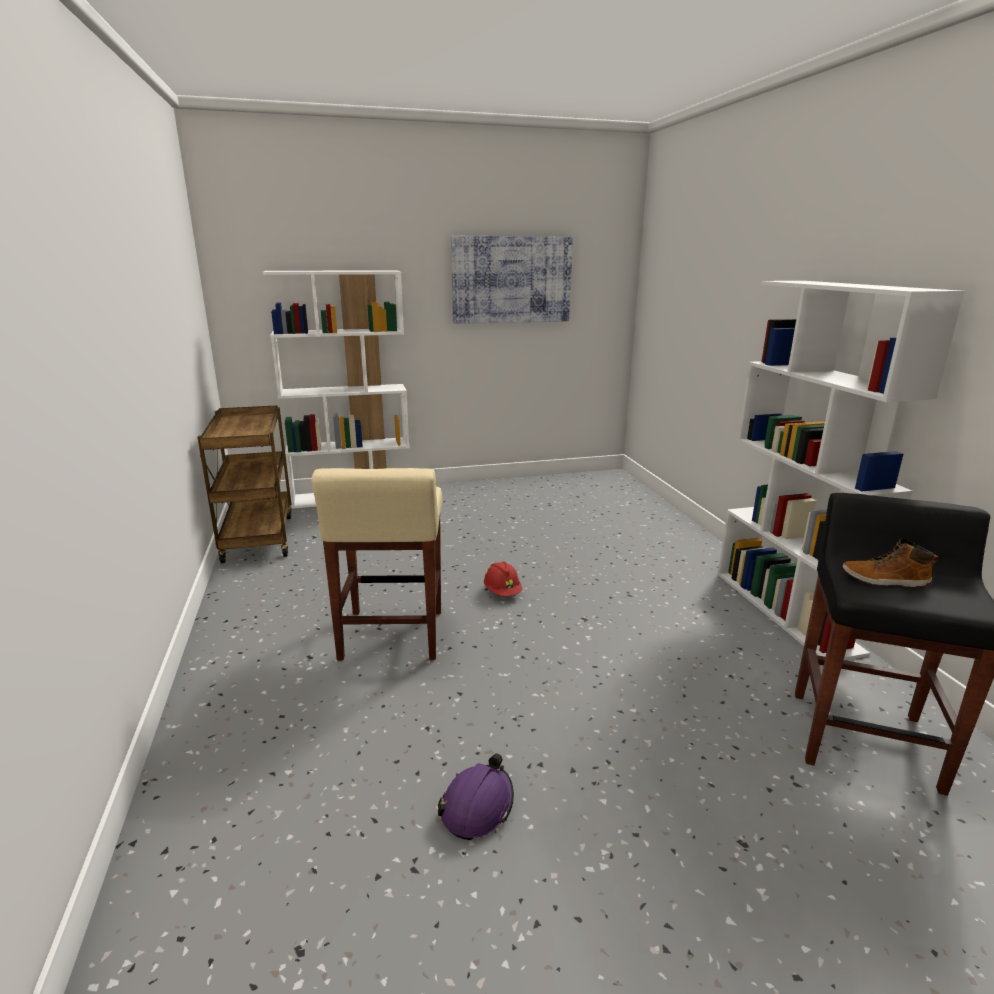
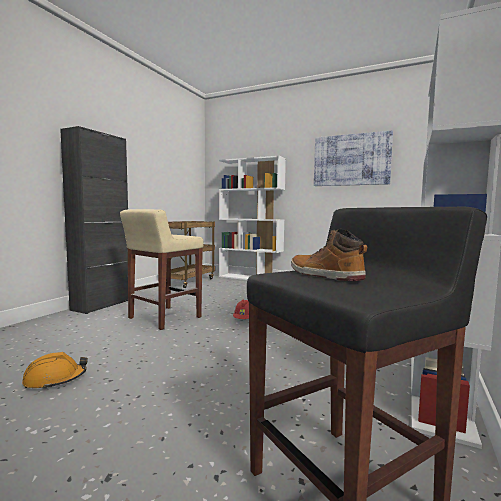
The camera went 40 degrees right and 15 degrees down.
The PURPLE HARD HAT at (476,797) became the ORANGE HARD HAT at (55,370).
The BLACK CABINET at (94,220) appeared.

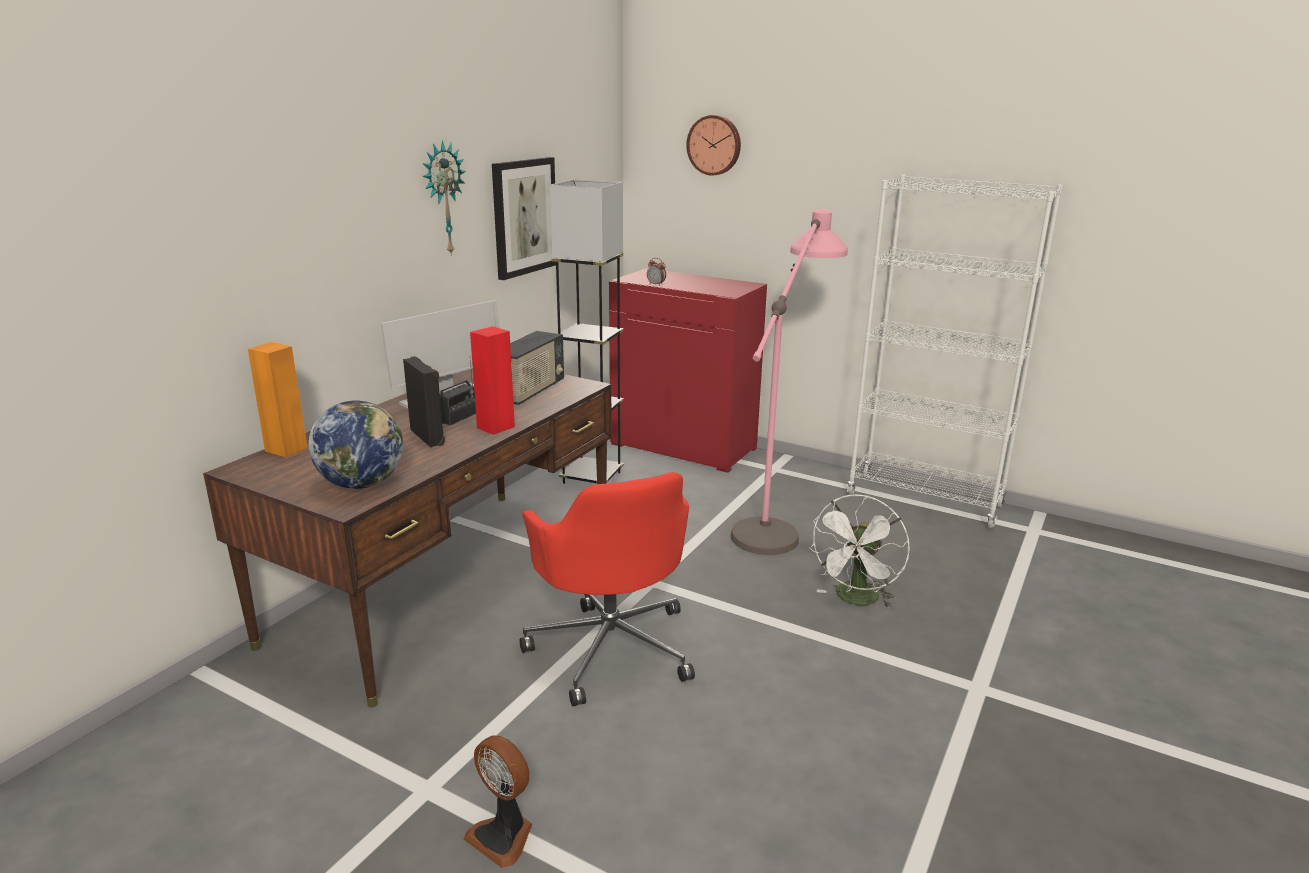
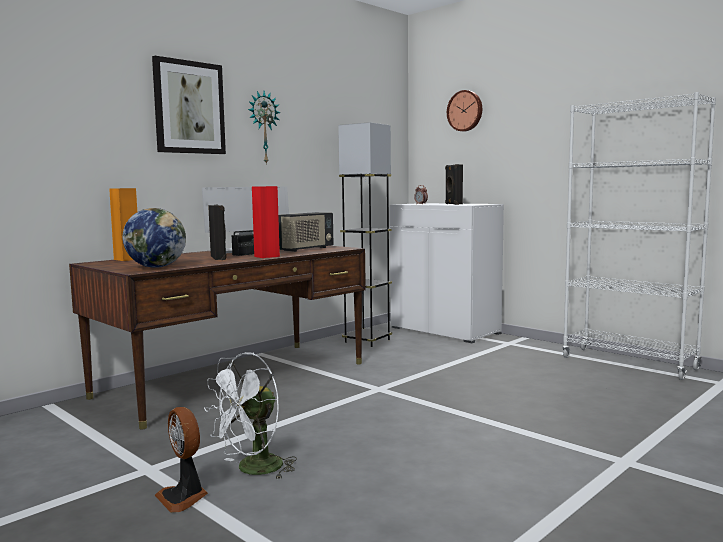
The camera went 15 degrees right and 15 degrees down.
The PICTURE moved from (524,218) to (189,105).
The RED OFFICE CHAIR at (607,589) disappeared.
The RED CABINET at (688,370) became the WHITE CABINET at (447,273).
The PINK FLOOR LAMP at (789,382) disappeared.
The WHITE FAN moved from (859,551) to (250,416).
The BLACK SPEAKER at (454,184) appeared.

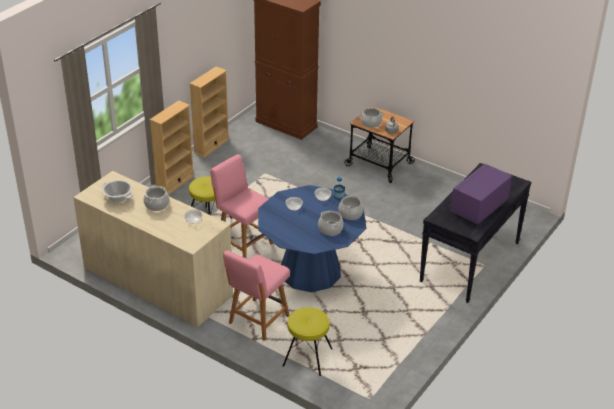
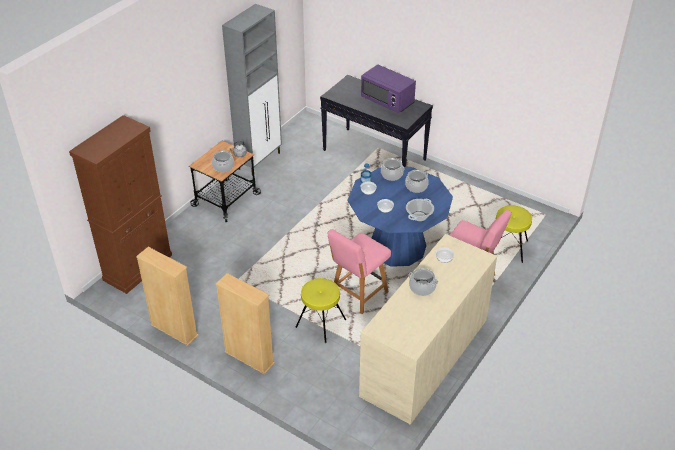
The camera went 90 degrees left and 5 degrees up.
The COOKING POT moved from (117,191) to (420,210).
The GREY CABINET at (252,90) appeared.

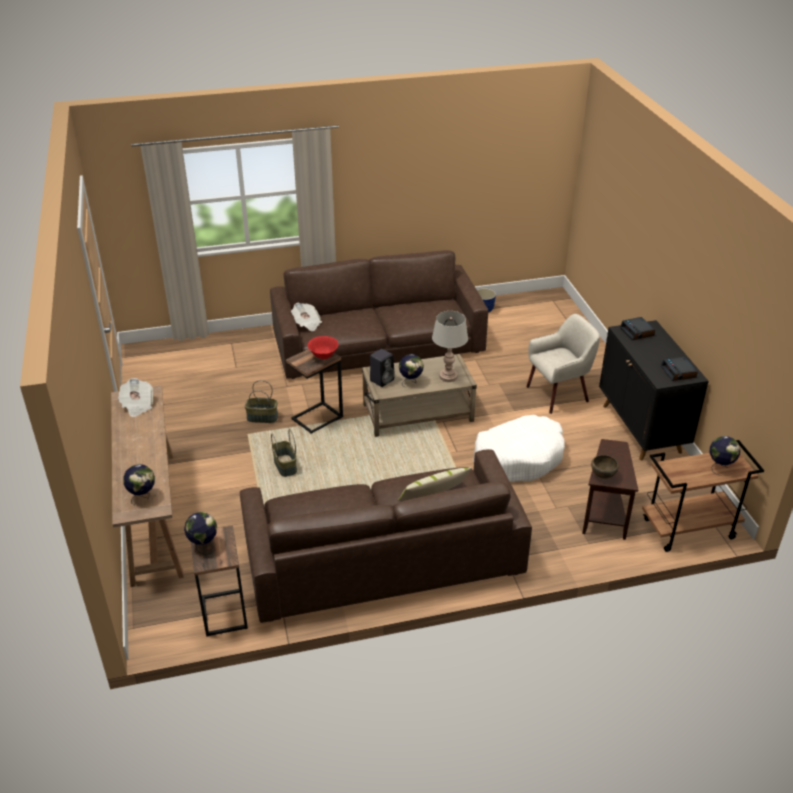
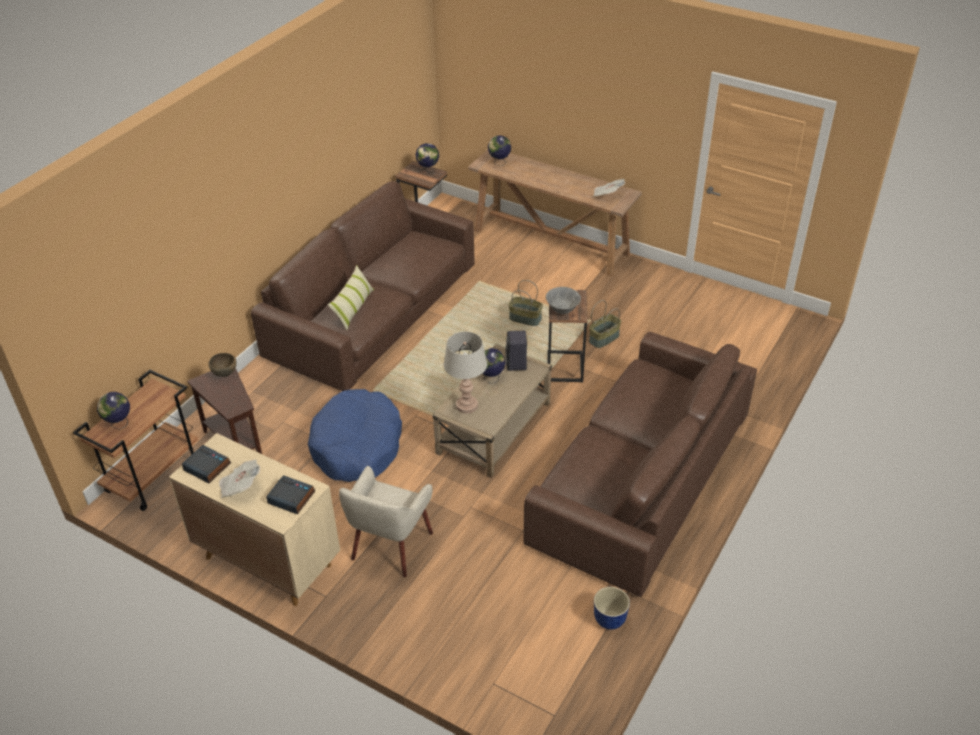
The camera went 135 degrees right and 5 degrees up.
The NEWSPAPER moved from (306,317) to (239,479).
The RED BOWL at (323,347) became the GREY BOWL at (563,300).
The WHITE DOG BED at (519,448) became the BLUE DOG BED at (355,435).
The BLACK CABINET at (654,390) became the BEIGE CABINET at (254,519).

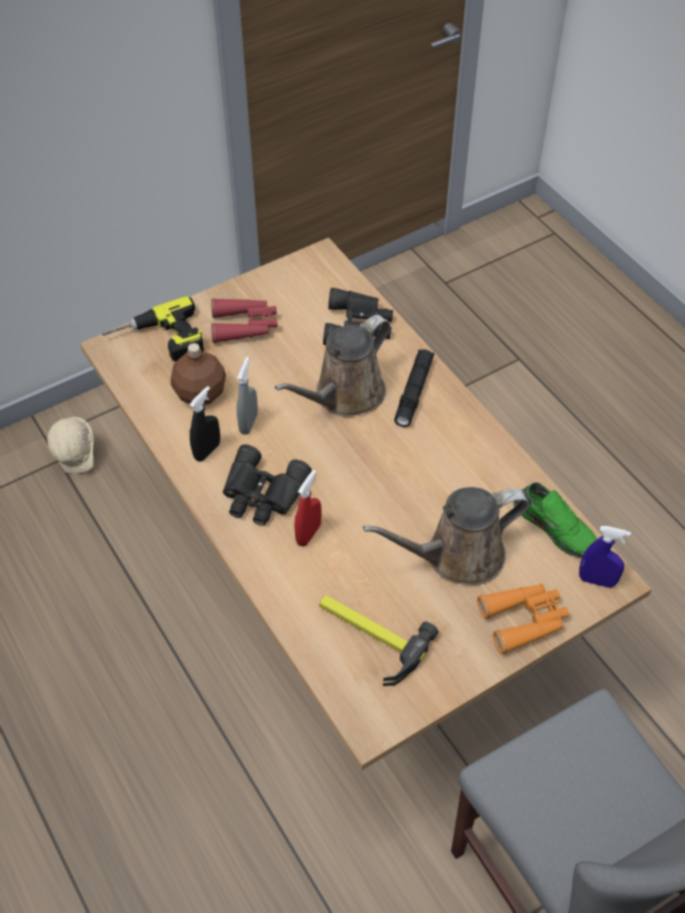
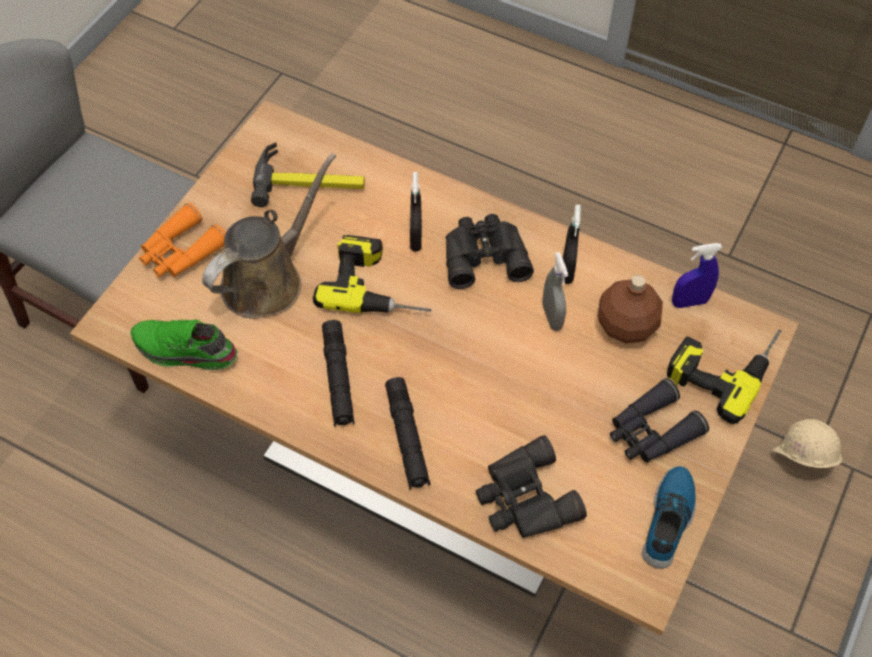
The camera went 150 degrees right and 5 degrees up.
The RED BINOCULARS at (244,321) became the BLACK BINOCULARS at (659,420).
The BROWN WATERING CAN at (332,366) disappeared.
The RED SPRAY BOTTLE at (308,508) became the BLACK SPRAY BOTTLE at (416,212).
The BLUE SPRAY BOTTLE moved from (605,557) to (697,275).
The POWER DRILL at (372,274) appeared.
The BLACK FLASHLIGHT at (338,373) appeared.
The SHOE at (669,517) appeared.

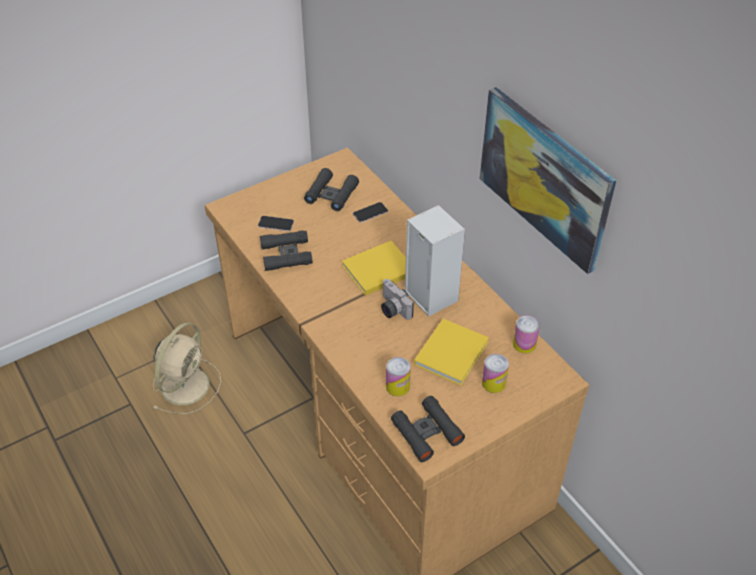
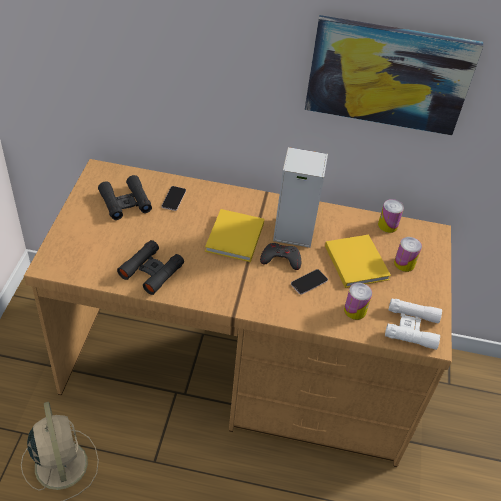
The camera went 50 degrees left and 0 degrees up.
The PHONE moved from (276,223) to (309,282).
The PHOTO CAMERA at (397,299) was replaced by the GREY GAME CONTROLLER at (280,256).
The BLACK BINOCULARS at (428,429) became the WHITE BINOCULARS at (413,324).

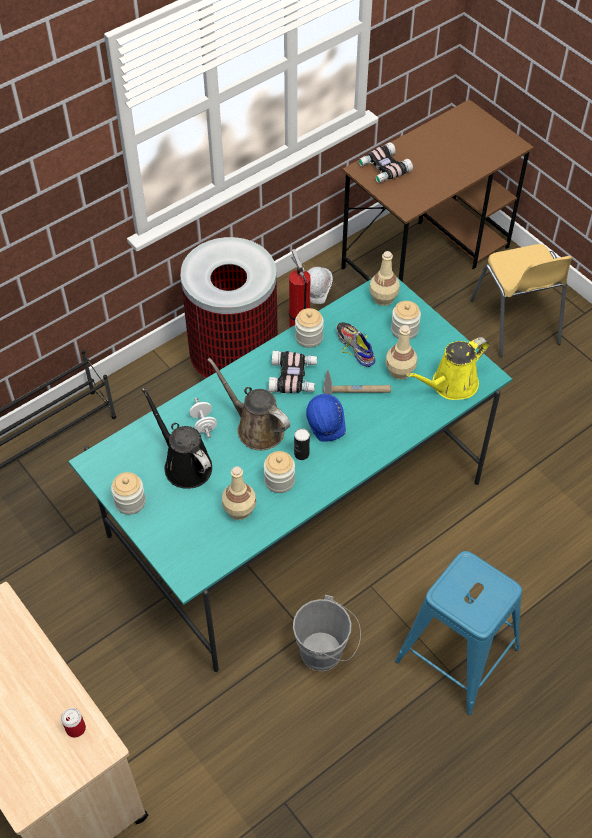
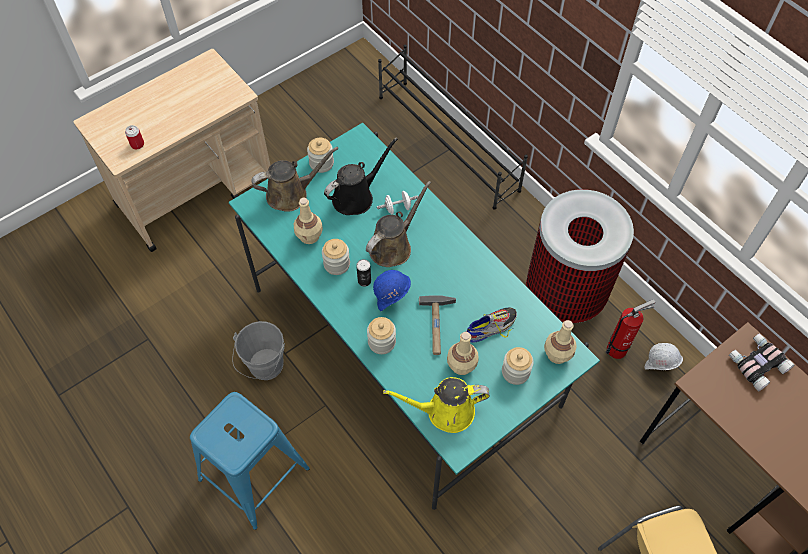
The camera went 90 degrees right and 5 degrees up.
The BINOCULARS at (293,372) disappeared.
The JAR moved from (309,328) to (381,335).
The YELLOW WATERING CAN at (448,368) turned 60 degrees counterclockwise.
The BROWN WATERING CAN at (294,179) appeared.

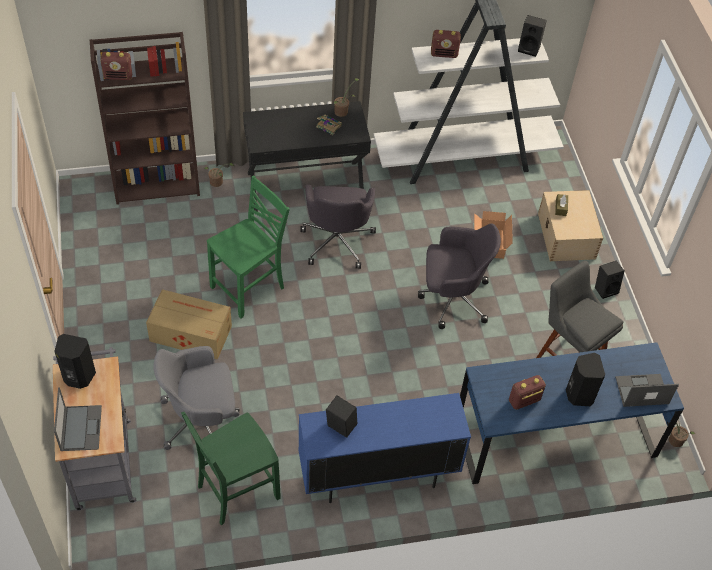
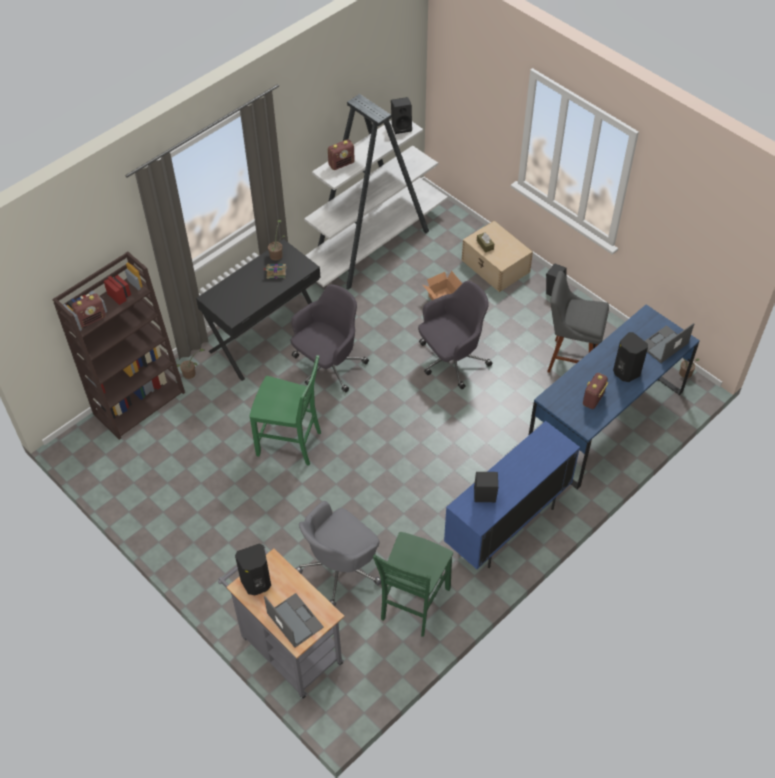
The camera went 30 degrees left and 0 degrees up.
The CARDBOARD BOX at (189,324) disappeared.
The GREEN CHAIR at (248,247) turned 90 degrees clockwise.
The GREY OFFICE CHAIR at (338,227) turned 105 degrees counterclockwise.

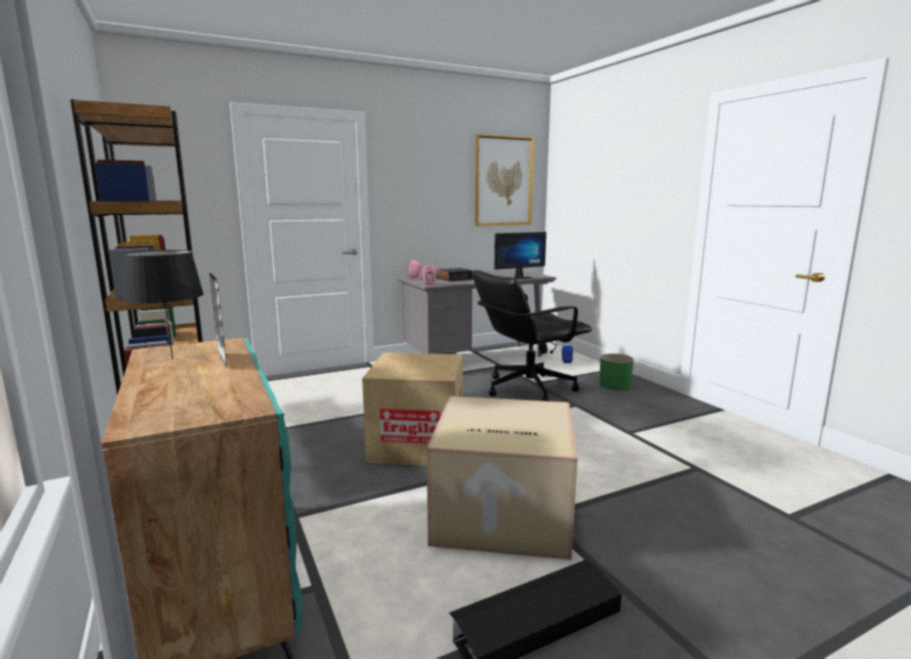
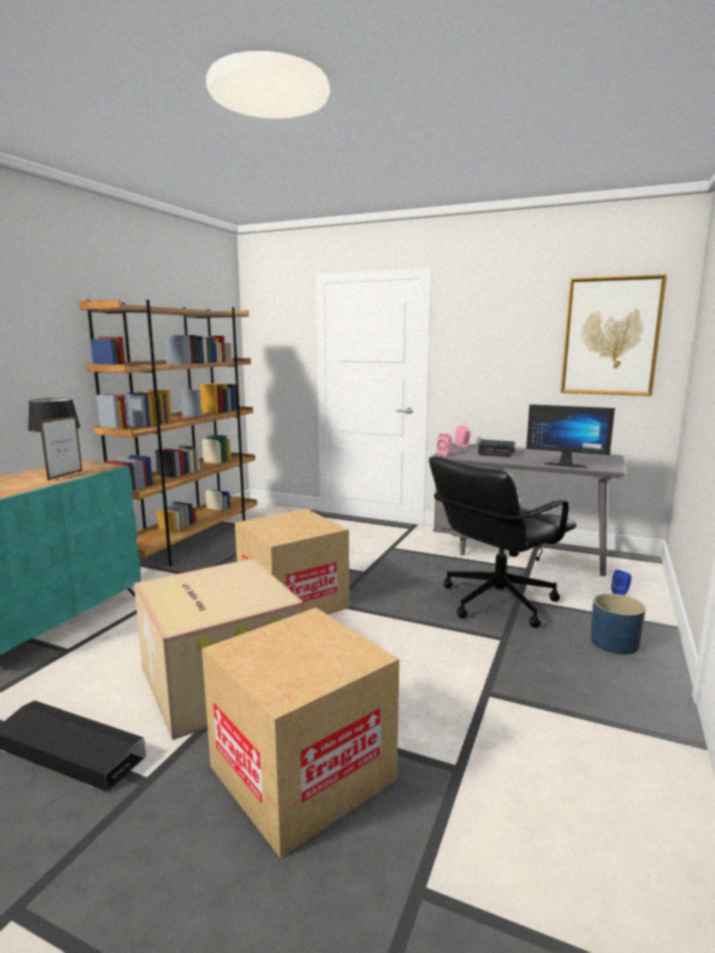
The camera went 50 degrees right and 0 degrees up.
The BLACK OFFICE CHAIR at (532,335) turned 60 degrees counterclockwise.
The GREEN PLANTER at (616,371) became the BLUE PLANTER at (618,623).
The CARDBOARD BOX at (300,733) appeared.

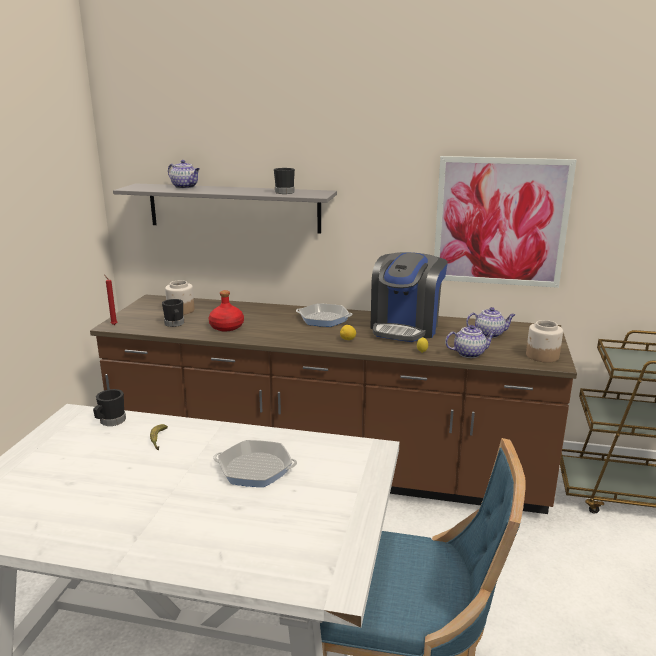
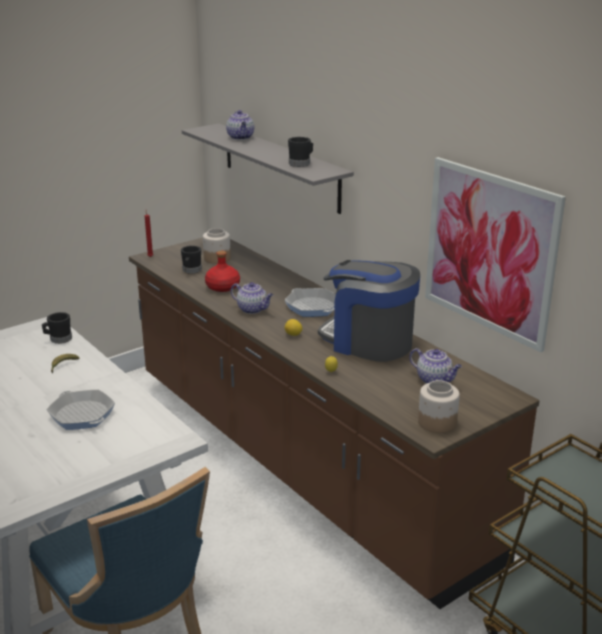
The camera went 40 degrees right and 5 degrees up.
The COFFEE MACHINE at (408,297) turned 60 degrees clockwise.
The TEAPOT moved from (470,341) to (252,298).

